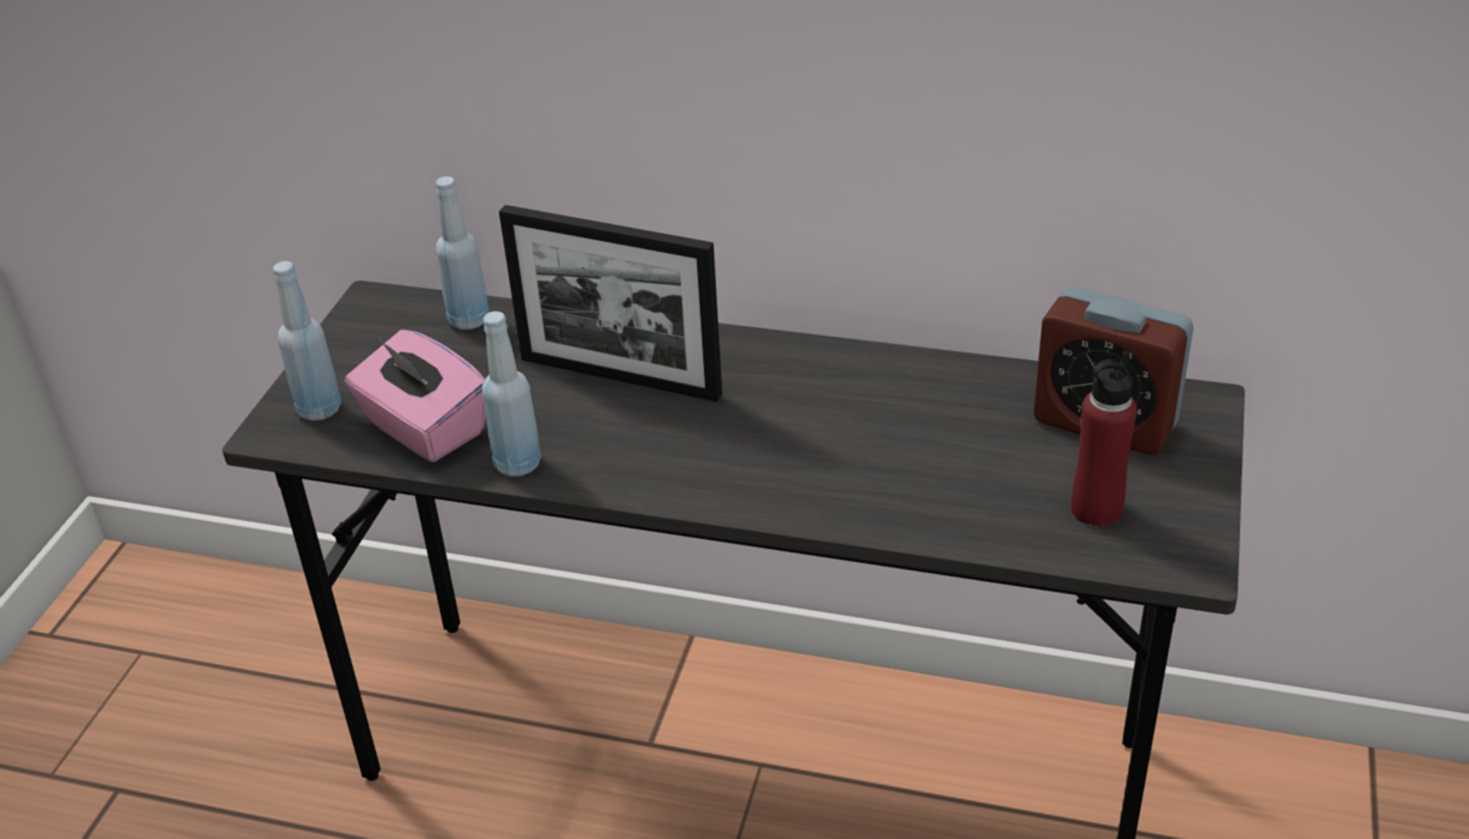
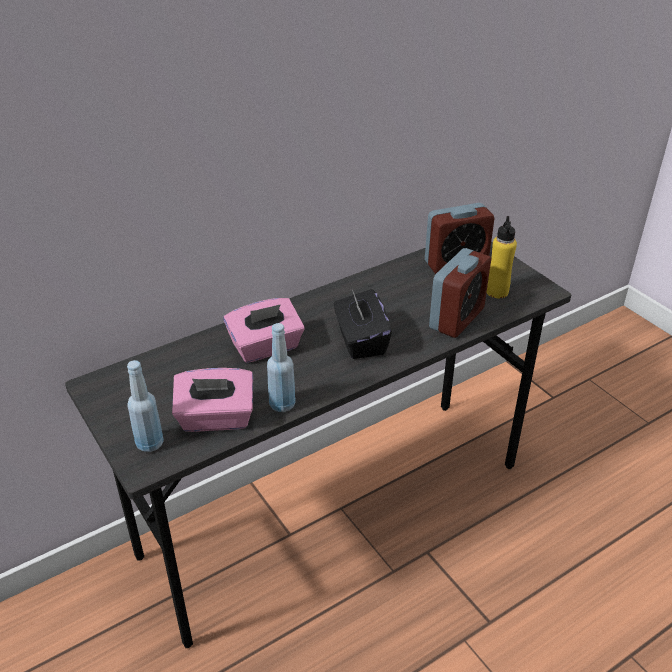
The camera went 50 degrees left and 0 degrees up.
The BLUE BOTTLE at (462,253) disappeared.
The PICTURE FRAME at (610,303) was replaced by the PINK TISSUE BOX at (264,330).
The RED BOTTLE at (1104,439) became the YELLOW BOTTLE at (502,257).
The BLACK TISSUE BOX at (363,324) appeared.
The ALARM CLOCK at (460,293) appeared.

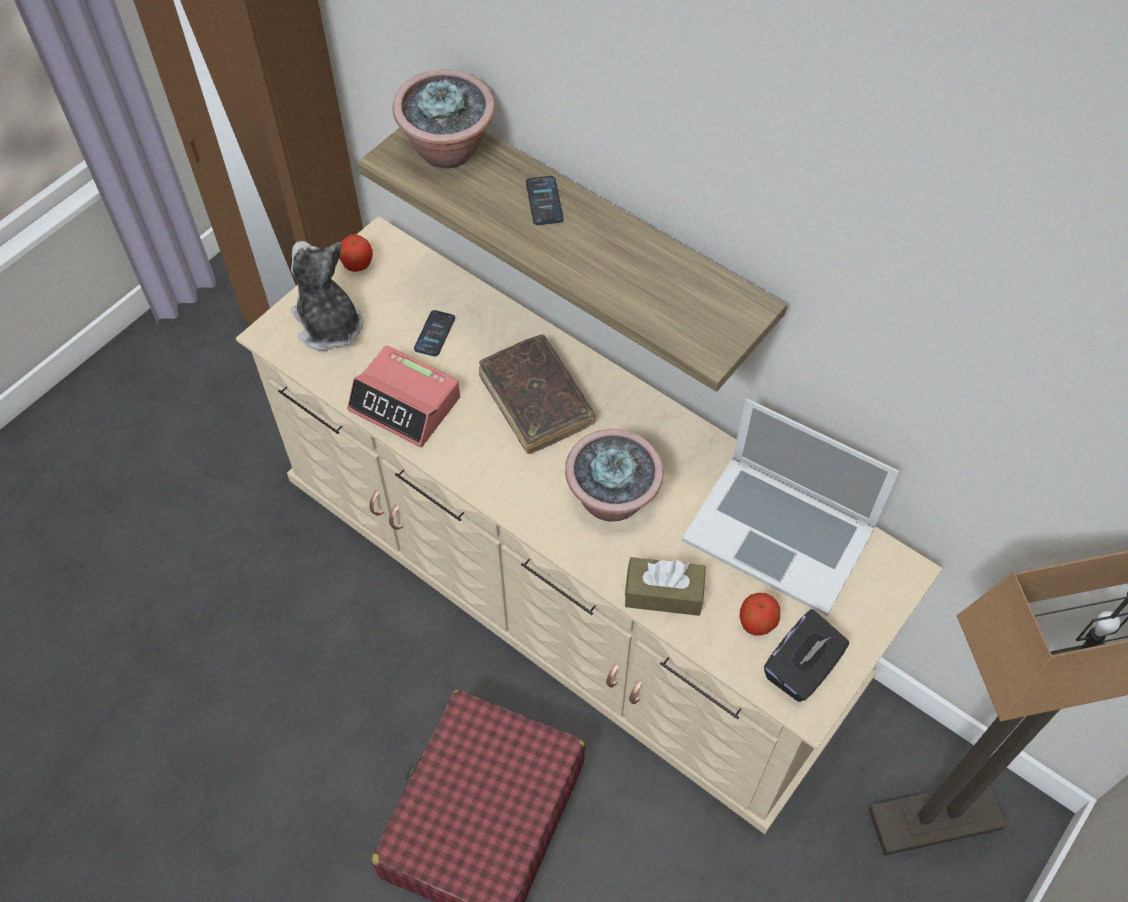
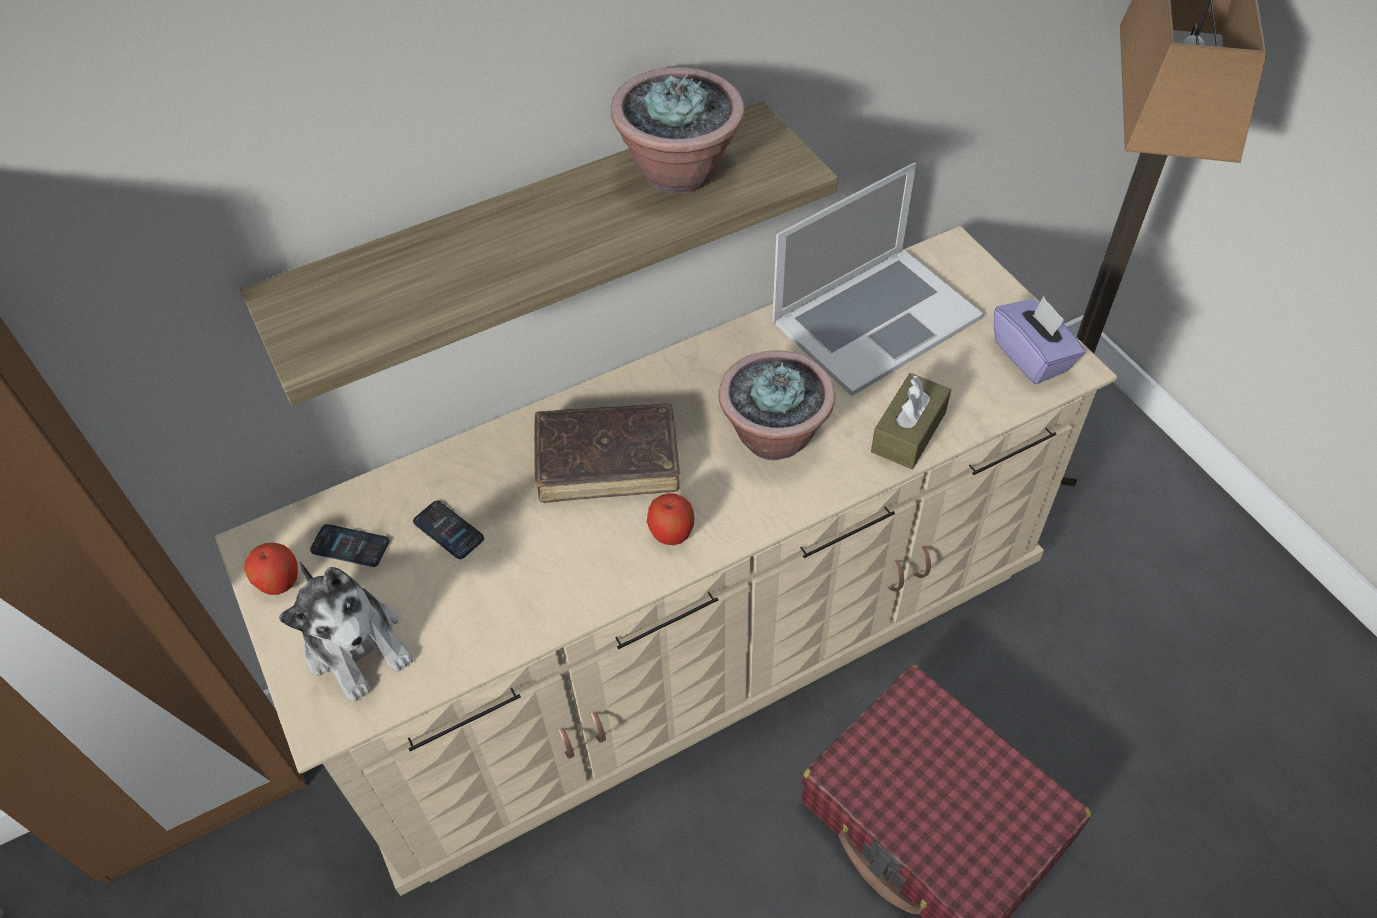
The camera went 65 degrees left and 5 degrees down.
The PLUSH TOY at (327,296) turned 120 degrees counterclockwise.
The ALARM CLOCK at (403,396) disappeared.
The POTTED PLANT moved from (444,119) to (678,130).
The PHONE moved from (544,200) to (349,545).
The APPLE moved from (759,614) to (671,519).
The BLACK TISSUE BOX at (806,655) became the PURPLE TISSUE BOX at (1039,340).

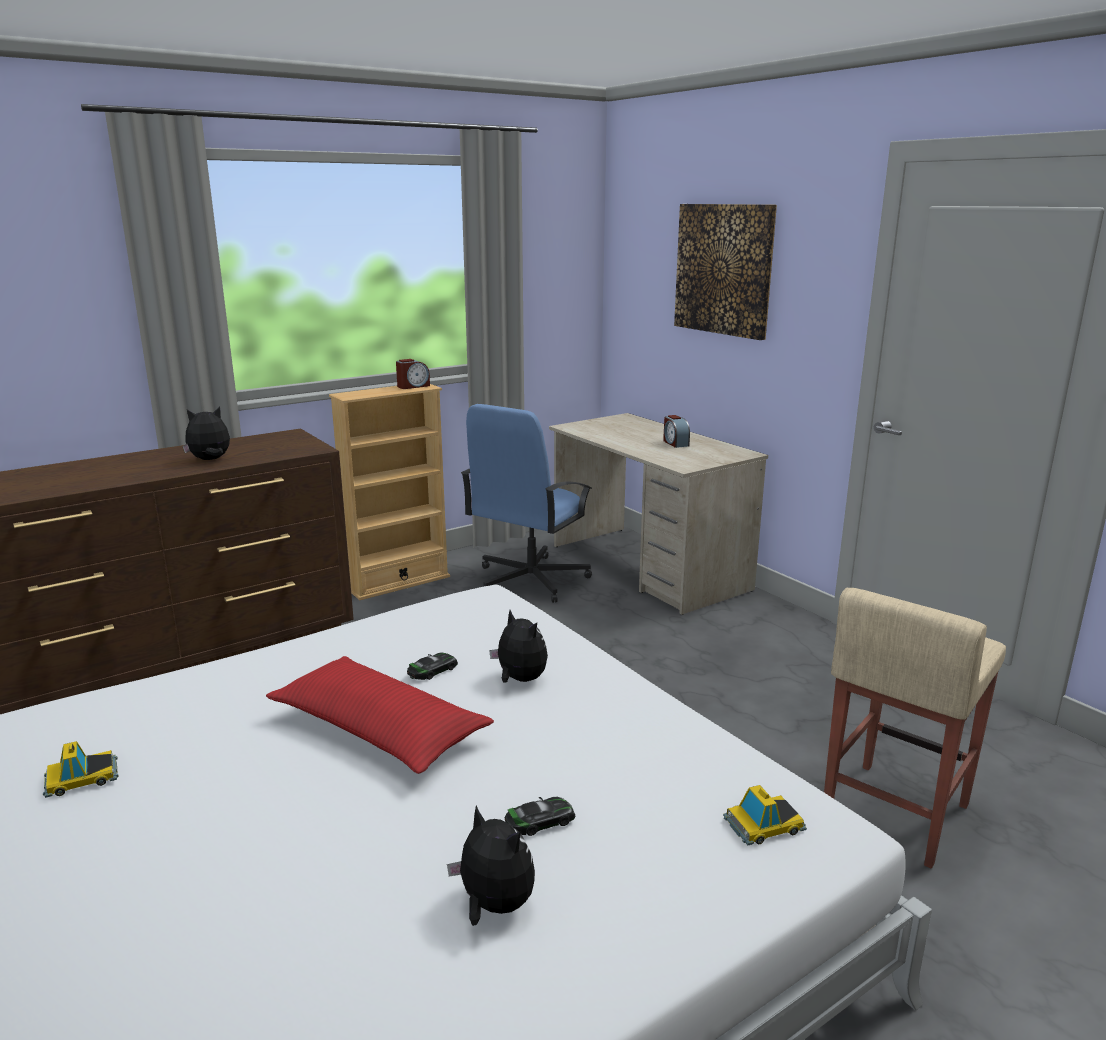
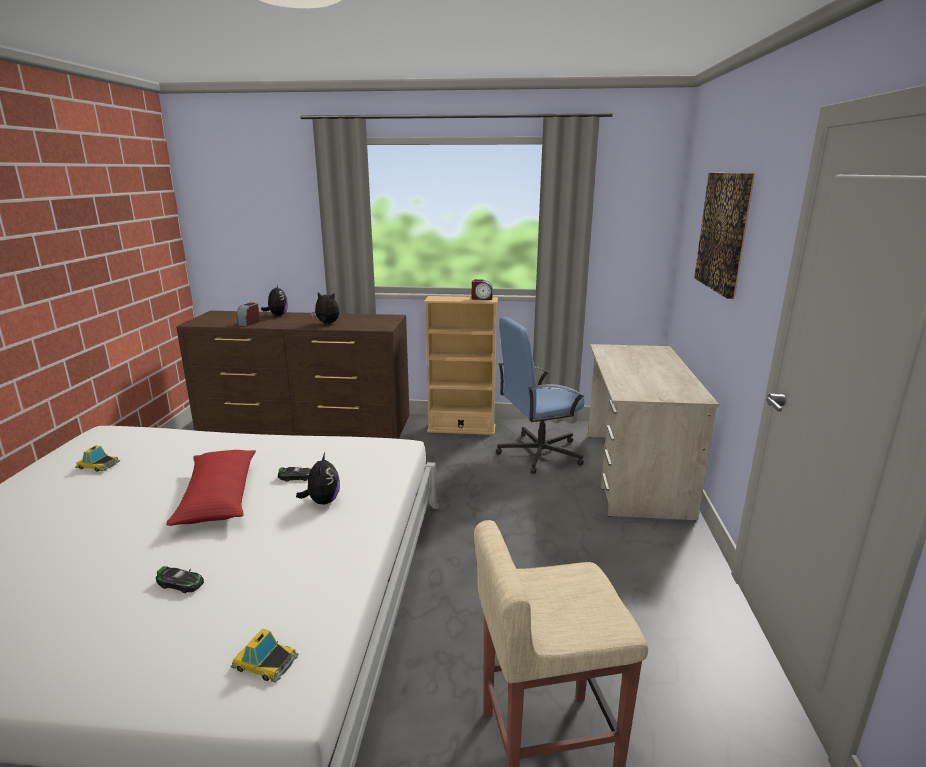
The camera went 40 degrees right and 0 degrees up.
The PLUSH TOY moved from (491,866) to (274,300).
The ALARM CLOCK moved from (676,431) to (248,314).

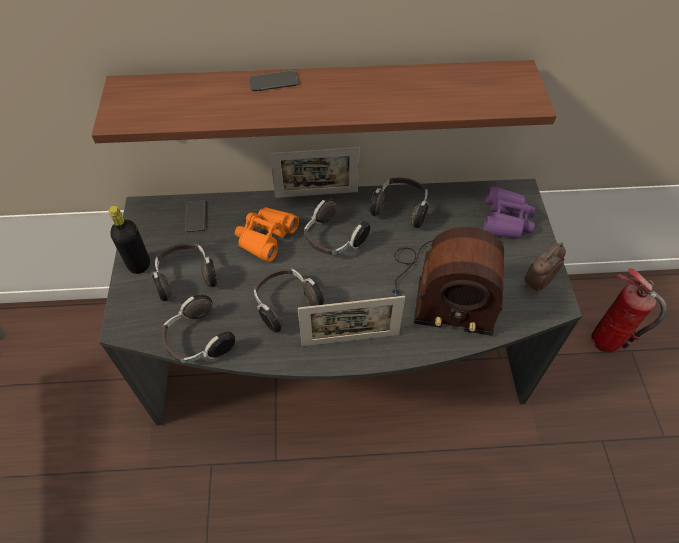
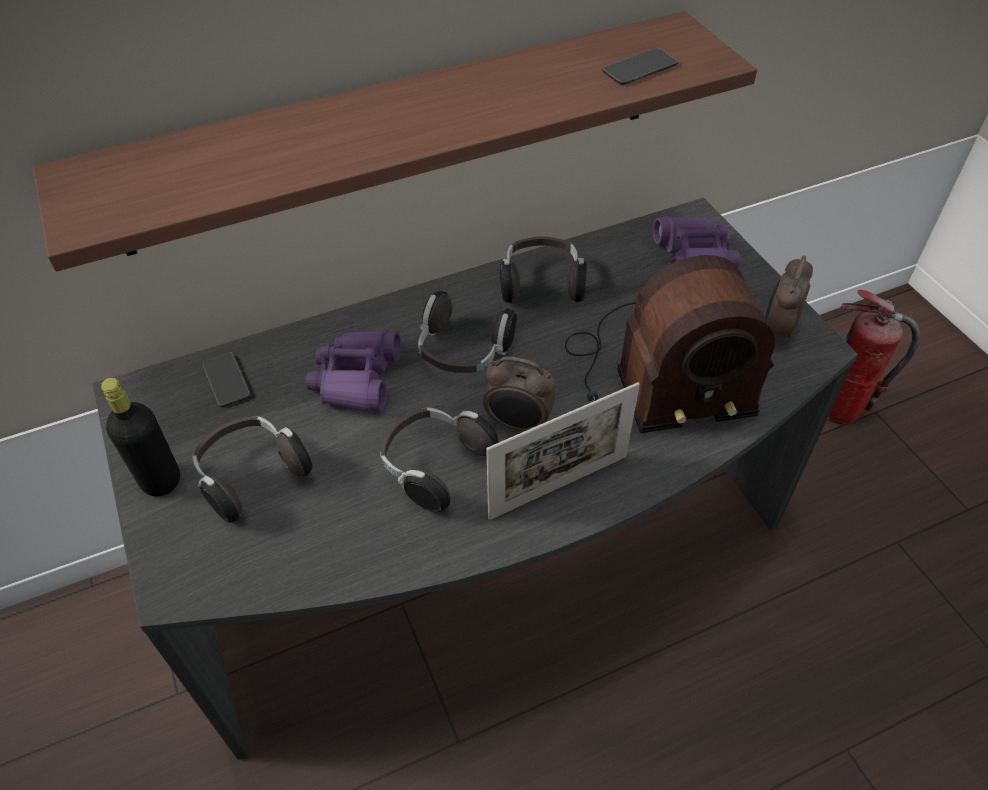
The camera went 20 degrees left and 5 degrees down.
The HEADPHONES at (198,329) disappeared.
The ORANGE BINOCULARS at (267,234) became the PURPLE BINOCULARS at (353,371).
The PHONE moved from (274,80) to (640,66).
The PICTURE FRAME at (314,172) disappeared.
The ALARM CLOCK at (519,394) appeared.

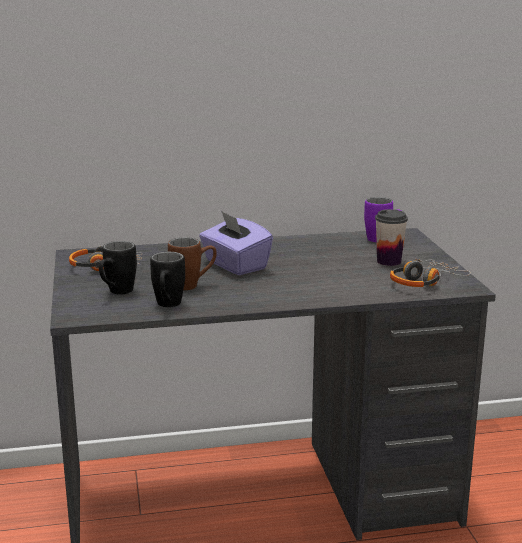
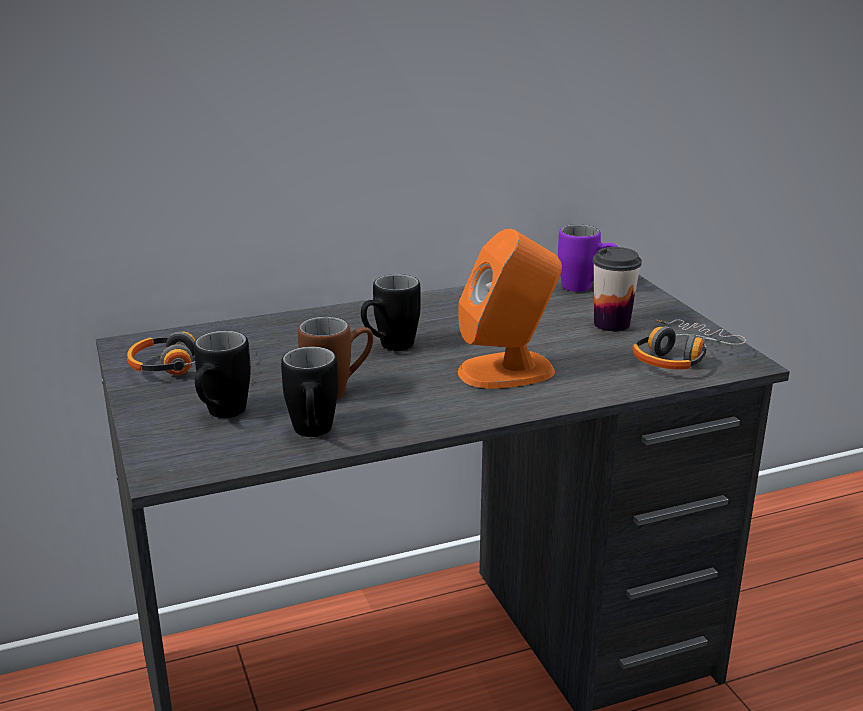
The camera went 10 degrees left and 5 degrees up.
The PURPLE TISSUE BOX at (236,243) was replaced by the BLACK MUG at (391,312).
The ORANGE SPEAKER at (510,309) appeared.

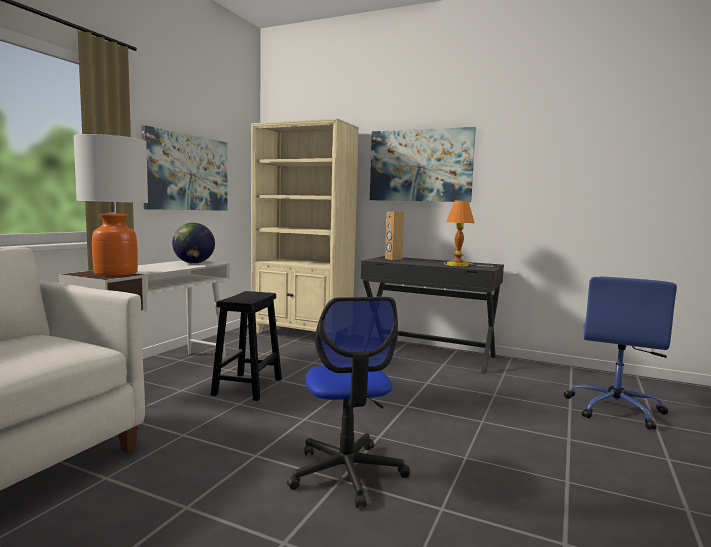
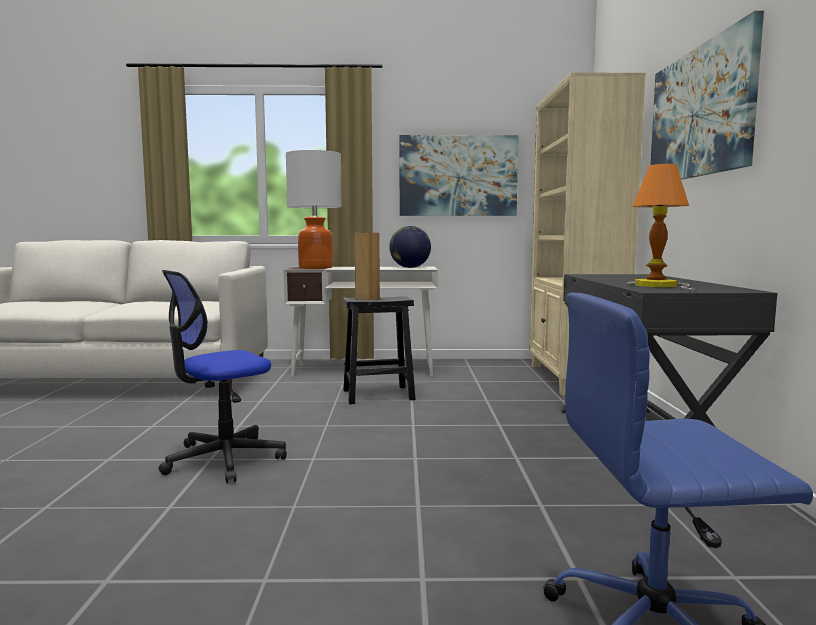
The camera went 65 degrees right and 0 degrees up.
The BROWN SPEAKER moved from (394,236) to (367,266).

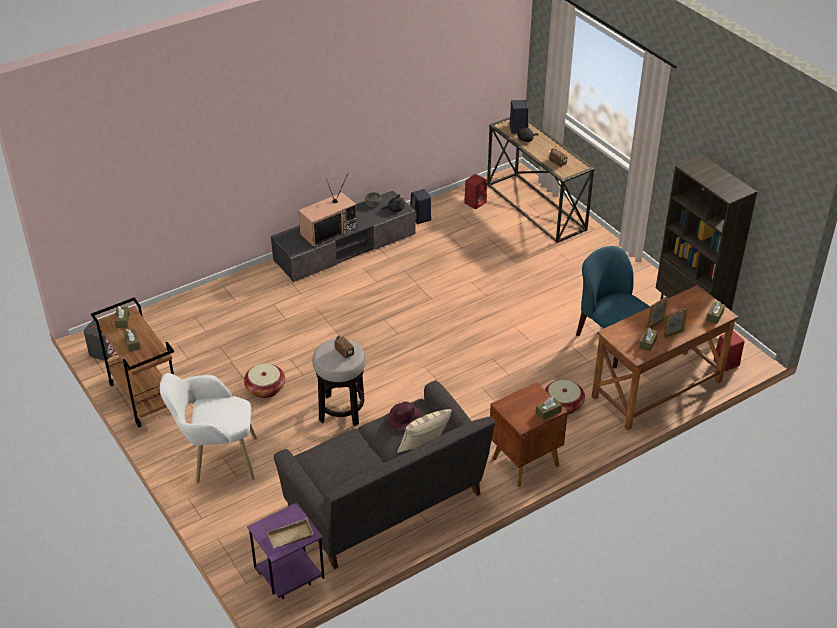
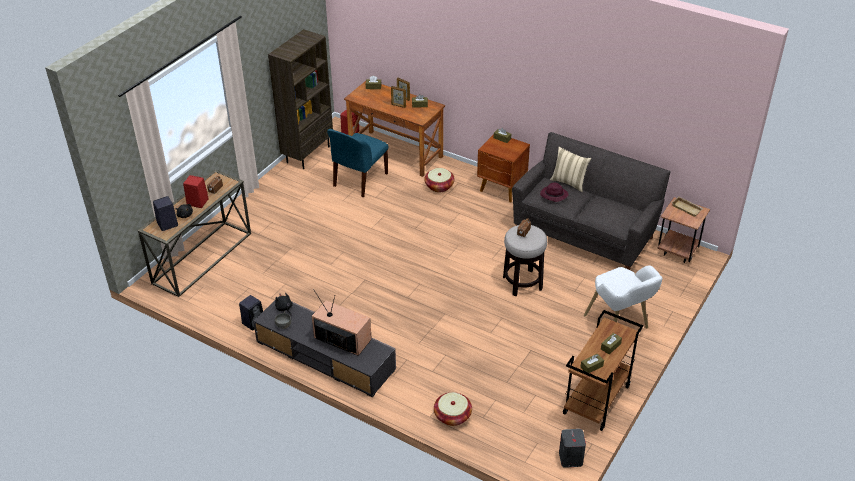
The camera went 115 degrees left and 0 degrees up.
The BASKET moved from (264,380) to (453,409).
The PURPLE SIDE TABLE at (285,550) became the BROWN SIDE TABLE at (684,230).
The RED SPEAKER moved from (475,191) to (195,191).

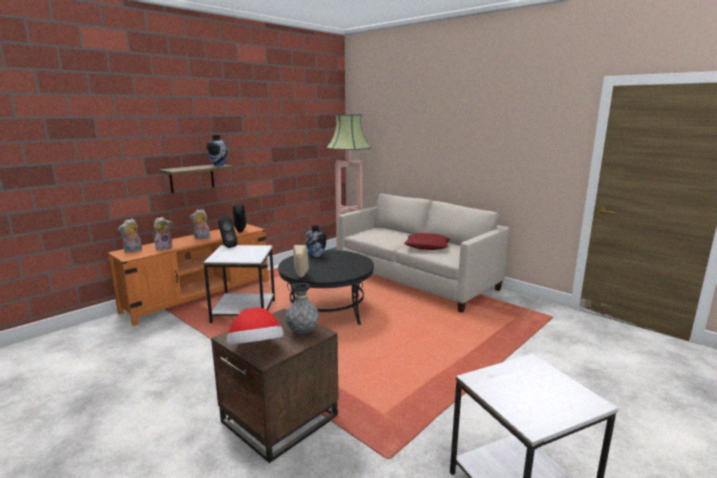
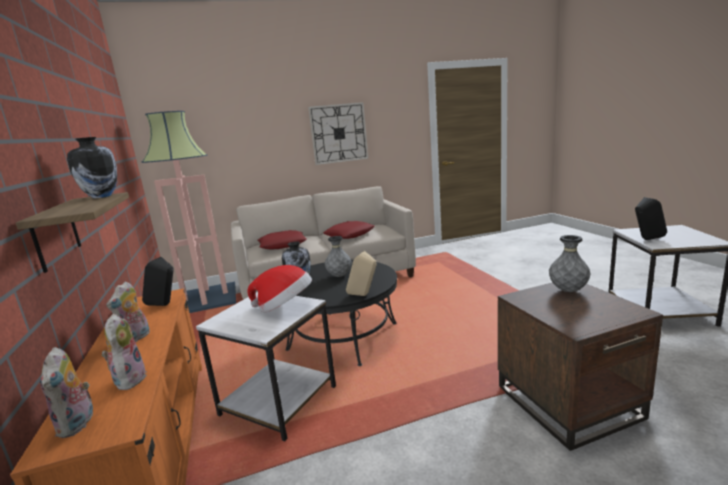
The camera went 60 degrees left and 0 degrees up.
The BLACK SPEAKER moved from (228,232) to (651,218).
The HAT moved from (255,326) to (279,289).
The RED PILLOW at (282,239) appeared.
The WALL CLOCK at (338,133) appeared.
The GREY VASE at (338,256) appeared.

